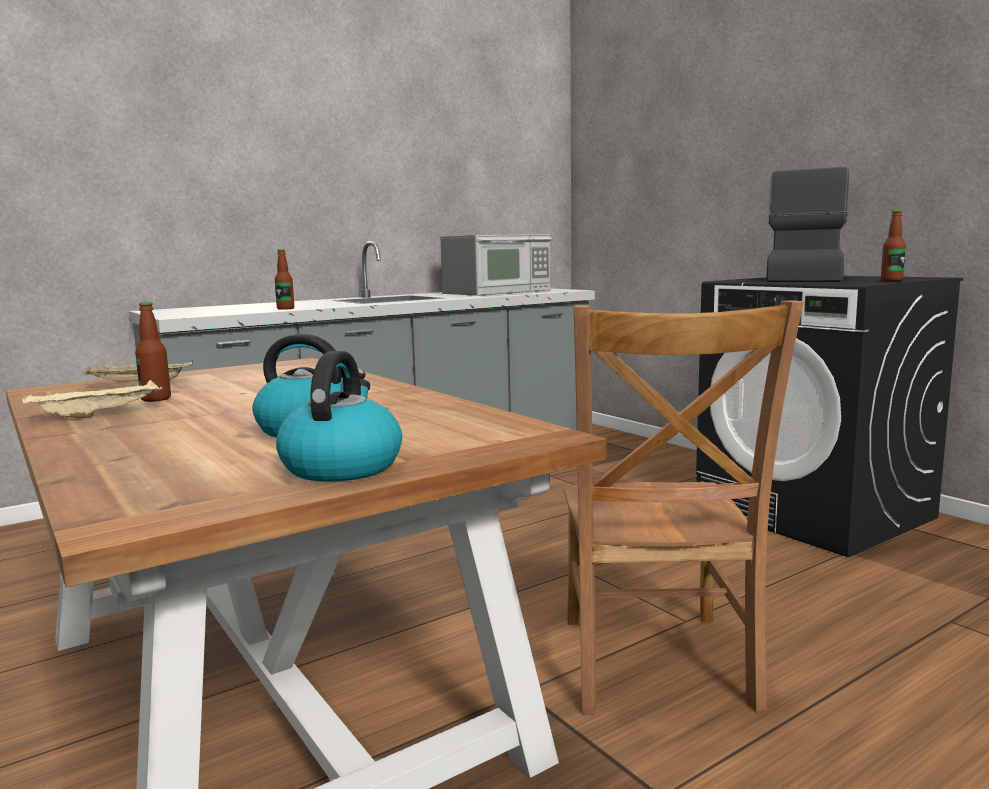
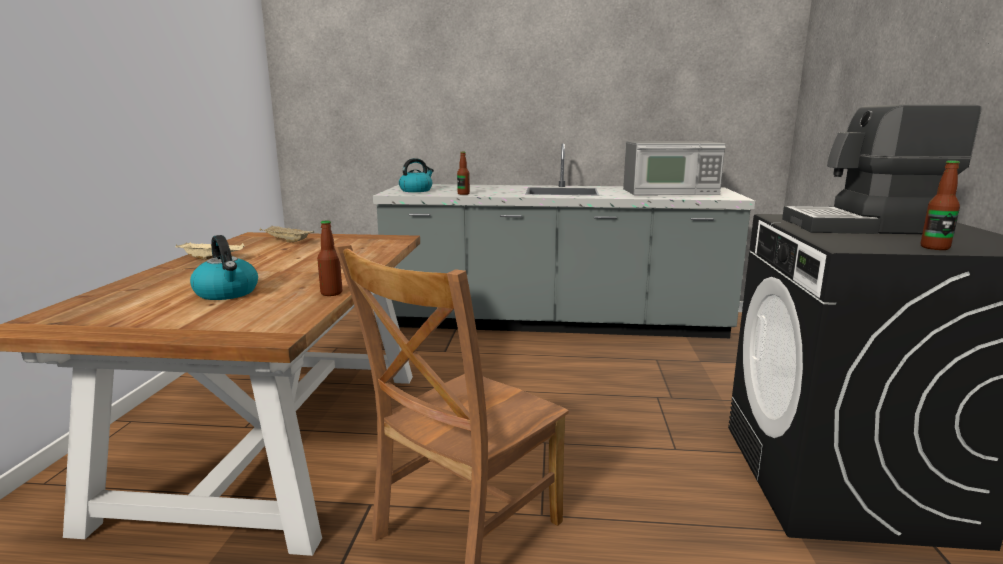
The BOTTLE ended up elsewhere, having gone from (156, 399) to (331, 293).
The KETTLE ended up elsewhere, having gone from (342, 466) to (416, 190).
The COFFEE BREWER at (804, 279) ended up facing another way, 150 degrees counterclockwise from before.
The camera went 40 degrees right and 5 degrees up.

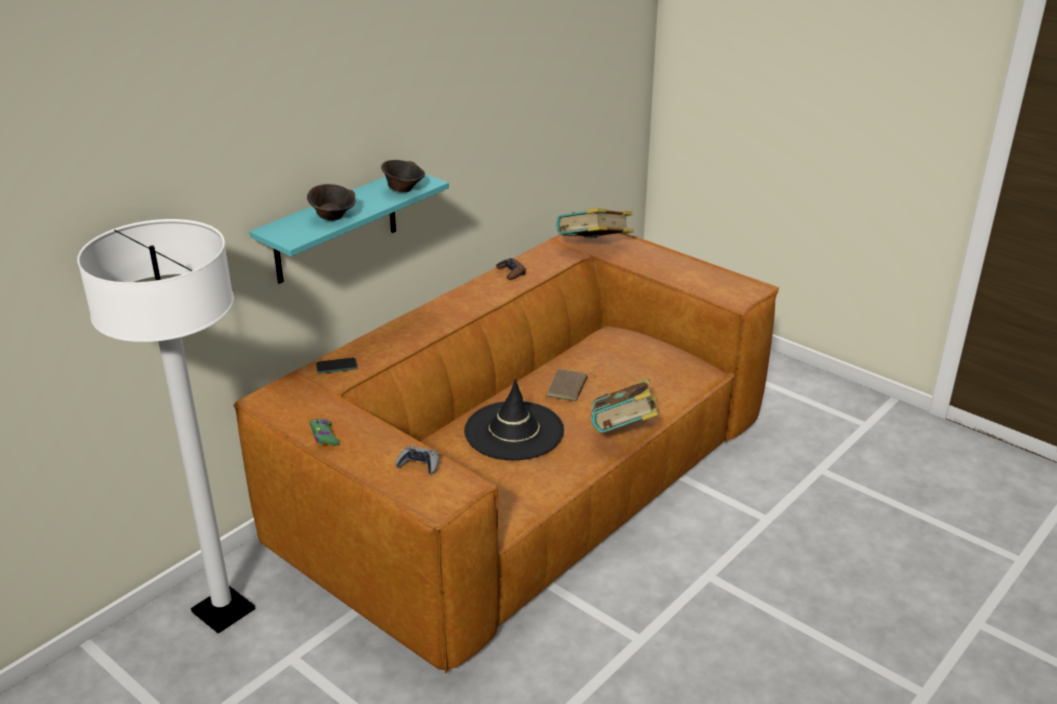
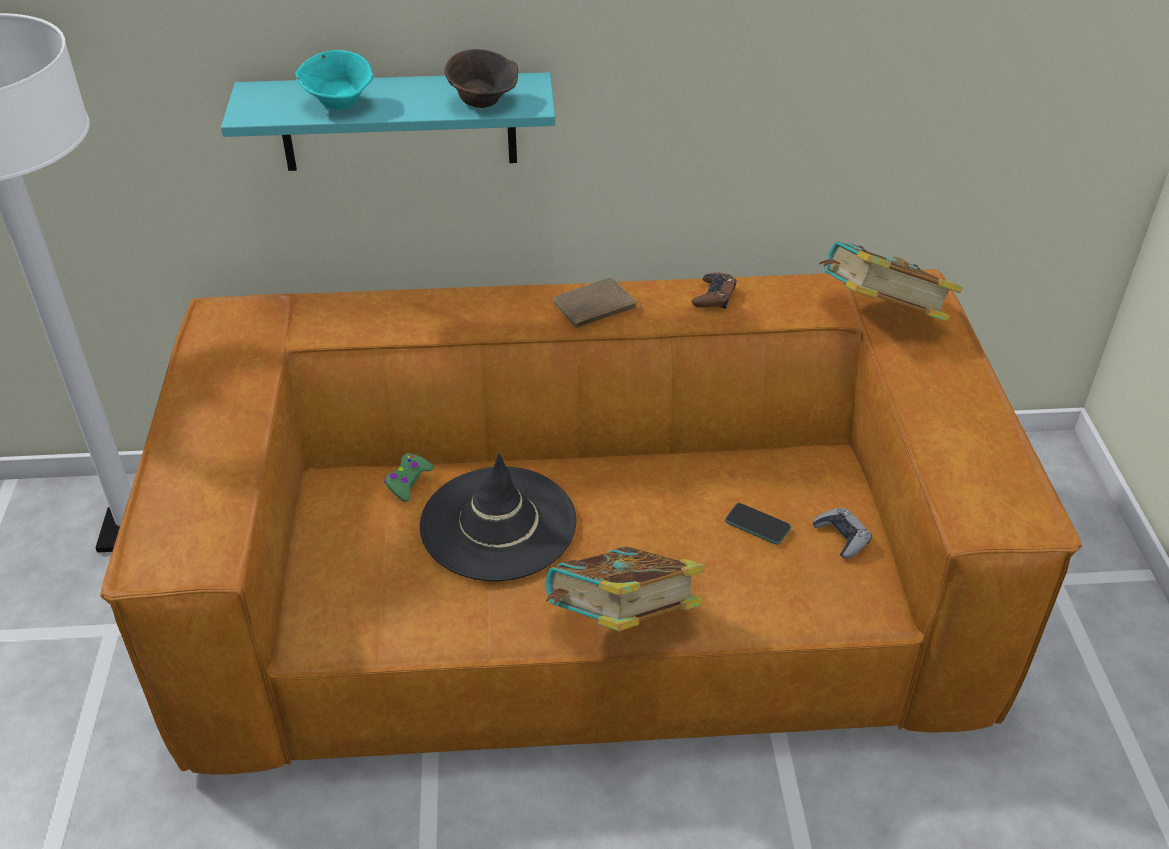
What was the BROWNISH DEEP DISH at (333, 217) turned into the BLUE-GREEN DEEP DISH at (340, 104).
The GREEN GAMEPAD ended up elsewhere, having gone from (324, 436) to (408, 481).
The PHONE ended up elsewhere, having gone from (336, 366) to (757, 525).
The GRAY GAMEPAD ended up elsewhere, having gone from (419, 464) to (842, 536).
The BROWNISH BOOK ended up elsewhere, having gone from (568, 388) to (595, 308).
The camera went 45 degrees right and 10 degrees up.

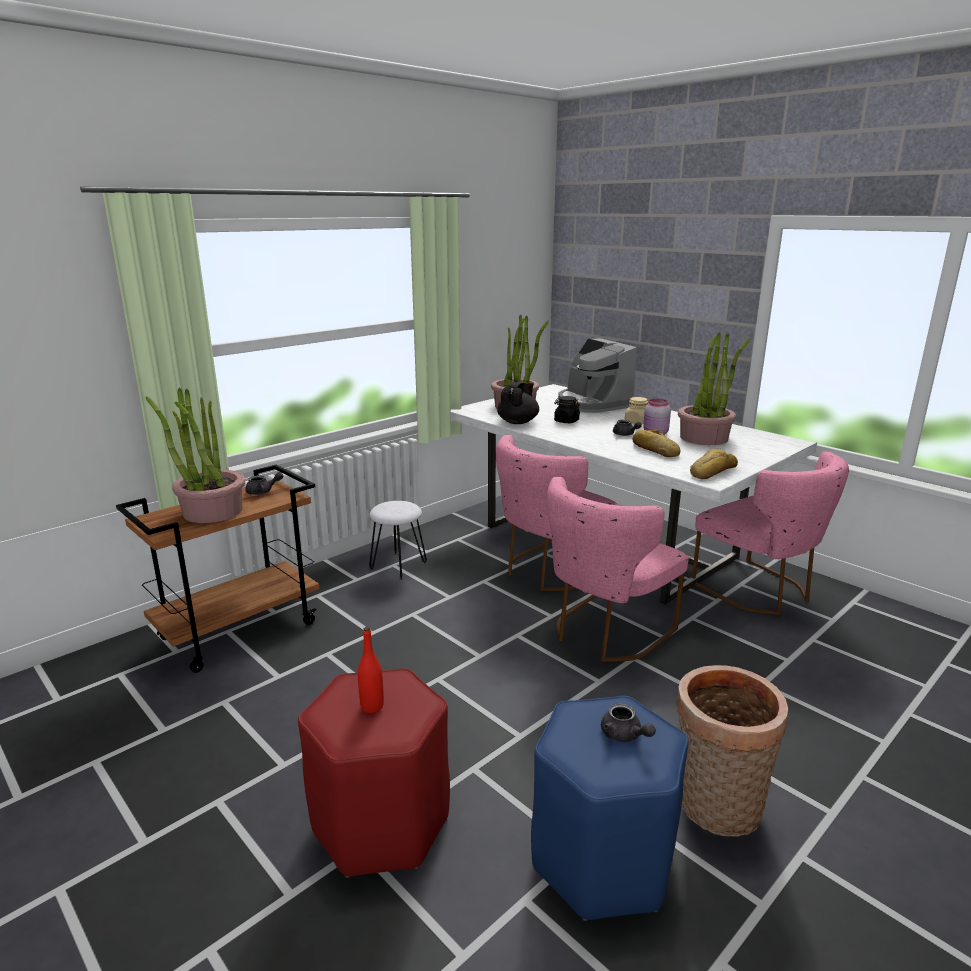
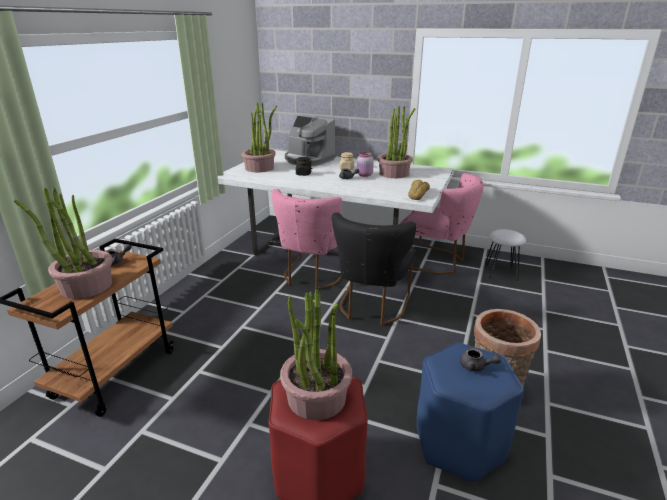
Where the RED BOTTLE stood at (372, 706), the HOUSEPLANT came to stand at (316, 398).
The WHITISH SITTING STOOL ended up elsewhere, having gone from (398, 565) to (500, 273).
The second view lost the BLACK TEAPOT at (518, 422).
What was the PINKISH UPRIGHT CHAIR at (605, 633) turned into the BLACK UPRIGHT CHAIR at (371, 307).
The second view lost the BAKED BREAD at (654, 450).
The camera went 25 degrees left and 5 degrees up.

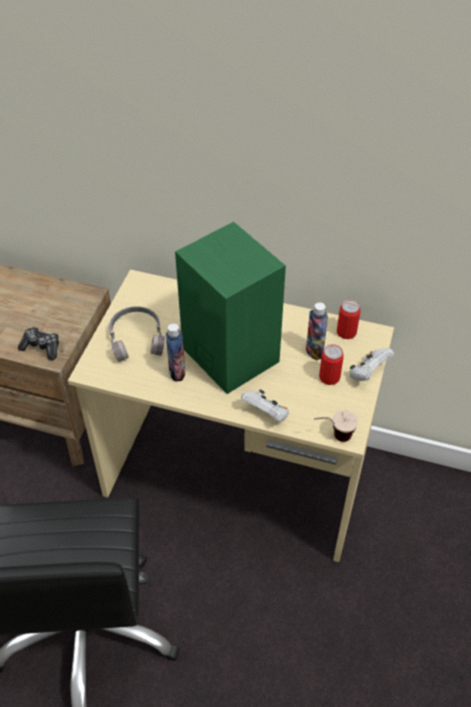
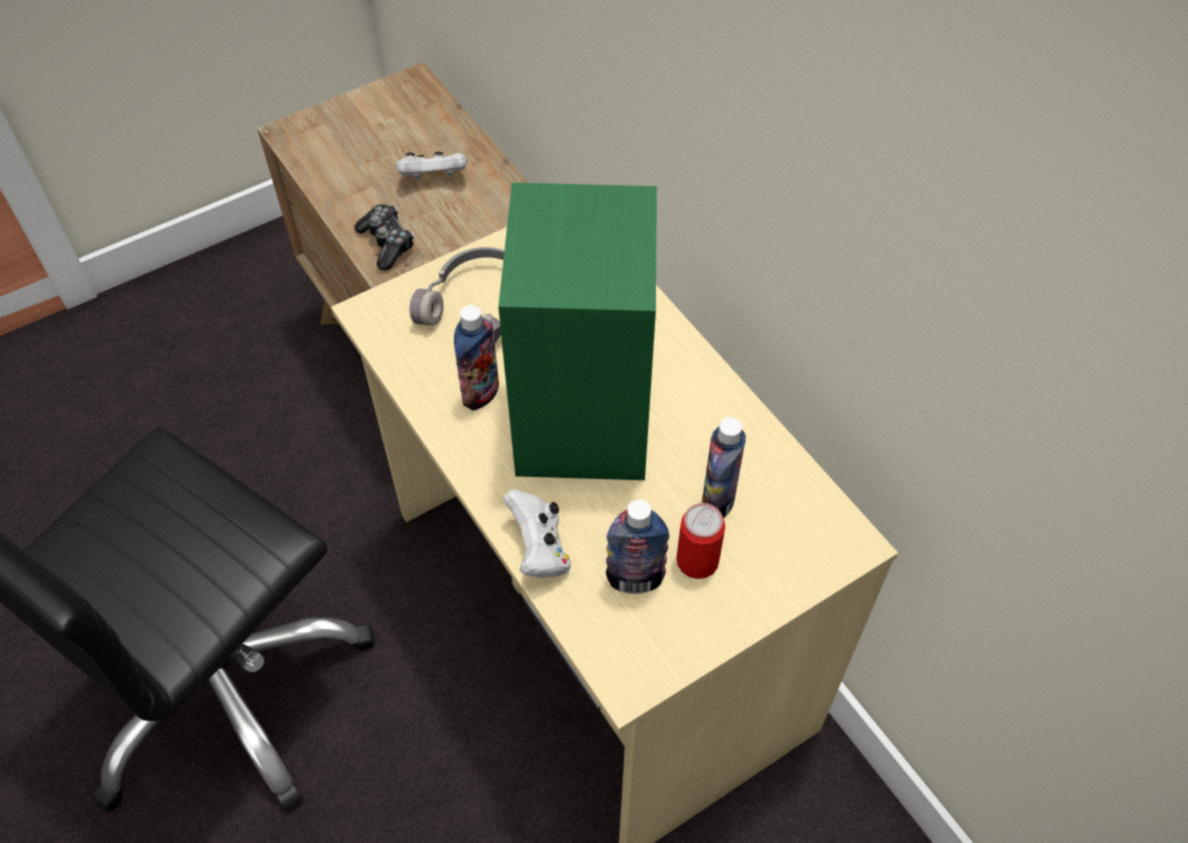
The second view lost the DRINKING CUP at (332, 437).
The second view lost the METAL CAN at (346, 332).
The WHITISH GAMEPAD ended up elsewhere, having gone from (368, 373) to (434, 179).
The second view gained the BOTTLE at (635, 579).
The camera went 40 degrees right and 5 degrees up.

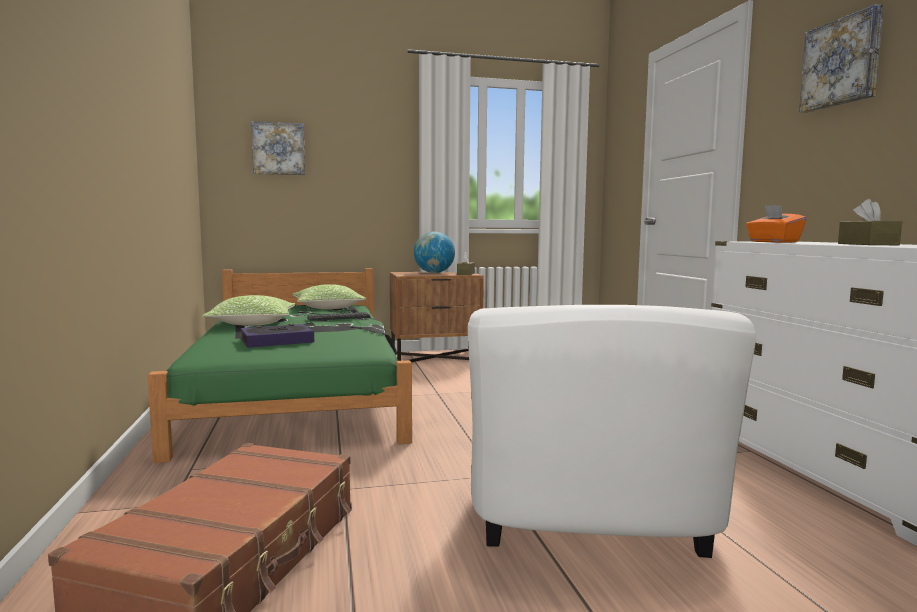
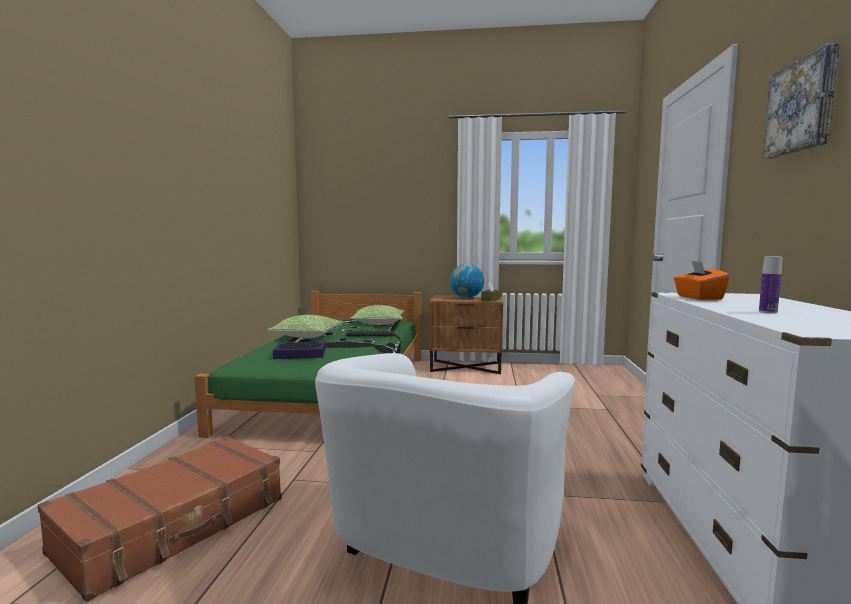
The second view lost the WALL PICTURE at (278, 149).
Where the BROWNISH TISSUE HOLDER stood at (867, 244), the BOTTLE came to stand at (768, 312).
The camera went 20 degrees right and 0 degrees up.

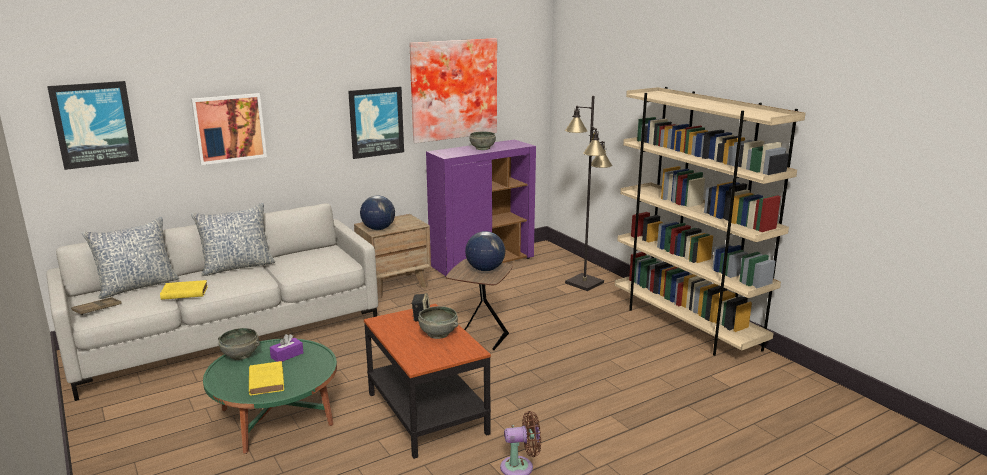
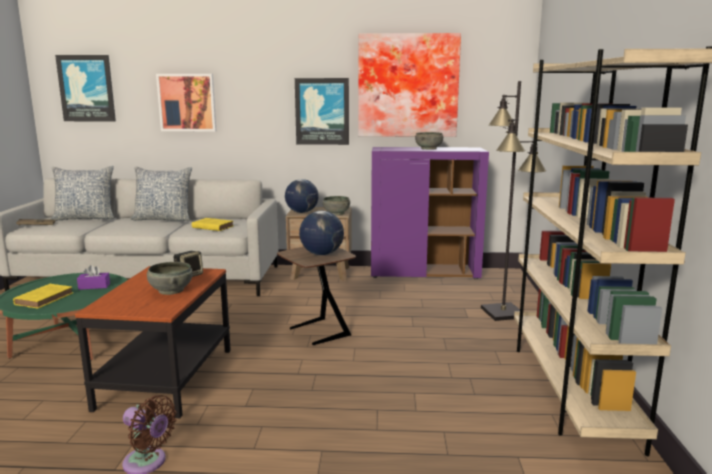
The YELLOWISH BOOK ended up elsewhere, having gone from (183, 293) to (212, 227).
The GRAY DEEP DISH ended up elsewhere, having gone from (241, 354) to (337, 213).
The camera went 35 degrees right and 5 degrees down.

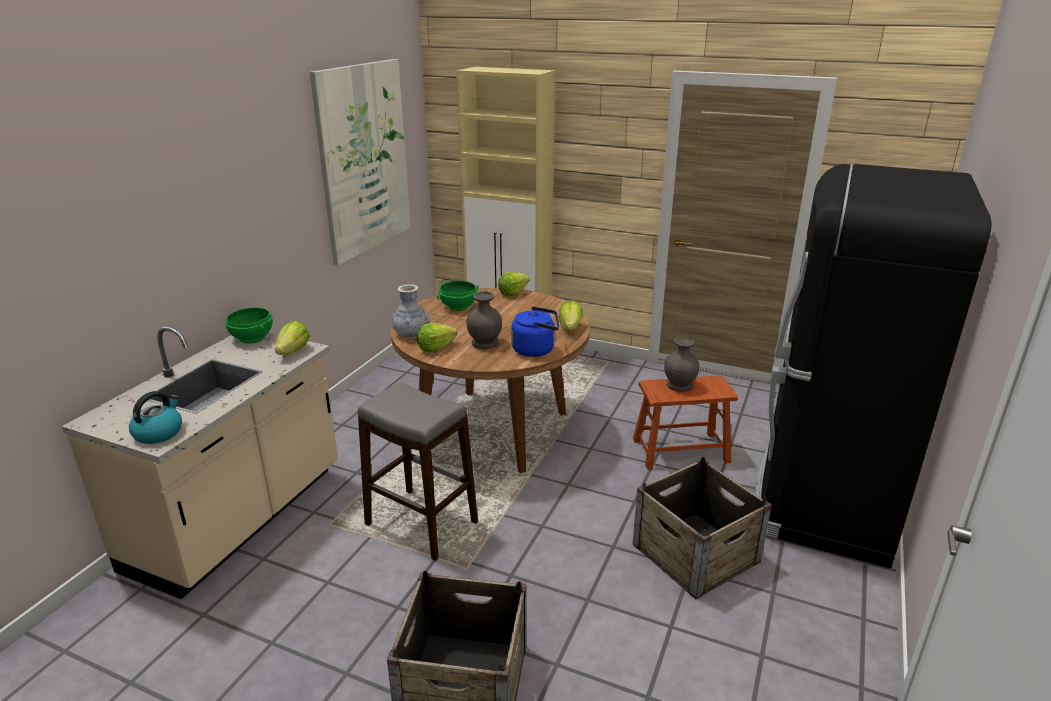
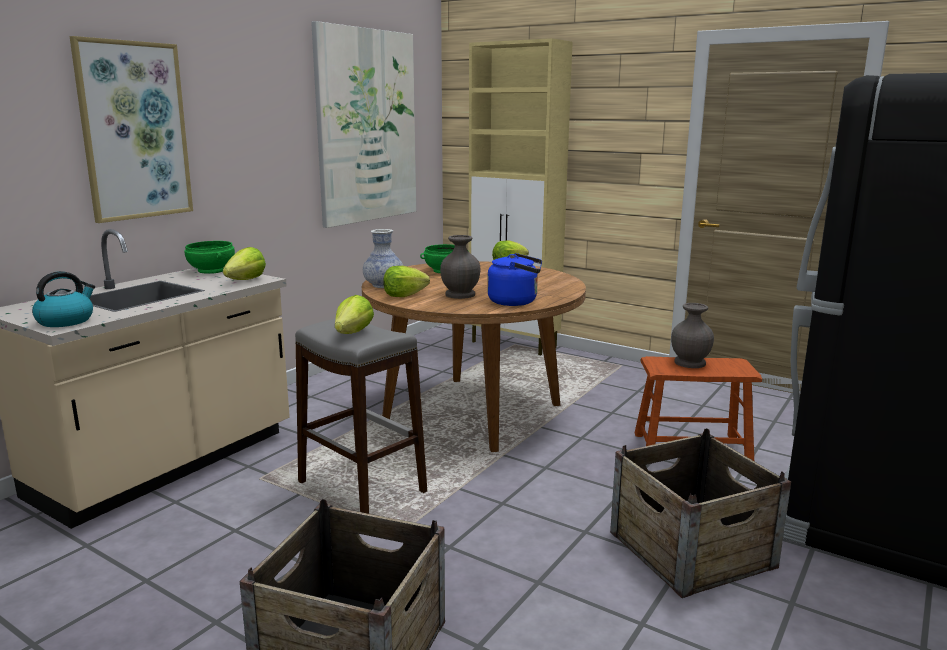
The LETTUCE HEAD ended up elsewhere, having gone from (570, 328) to (353, 333).
The second view gained the WALL PICTURE at (134, 131).
The camera went 10 degrees right and 10 degrees down.

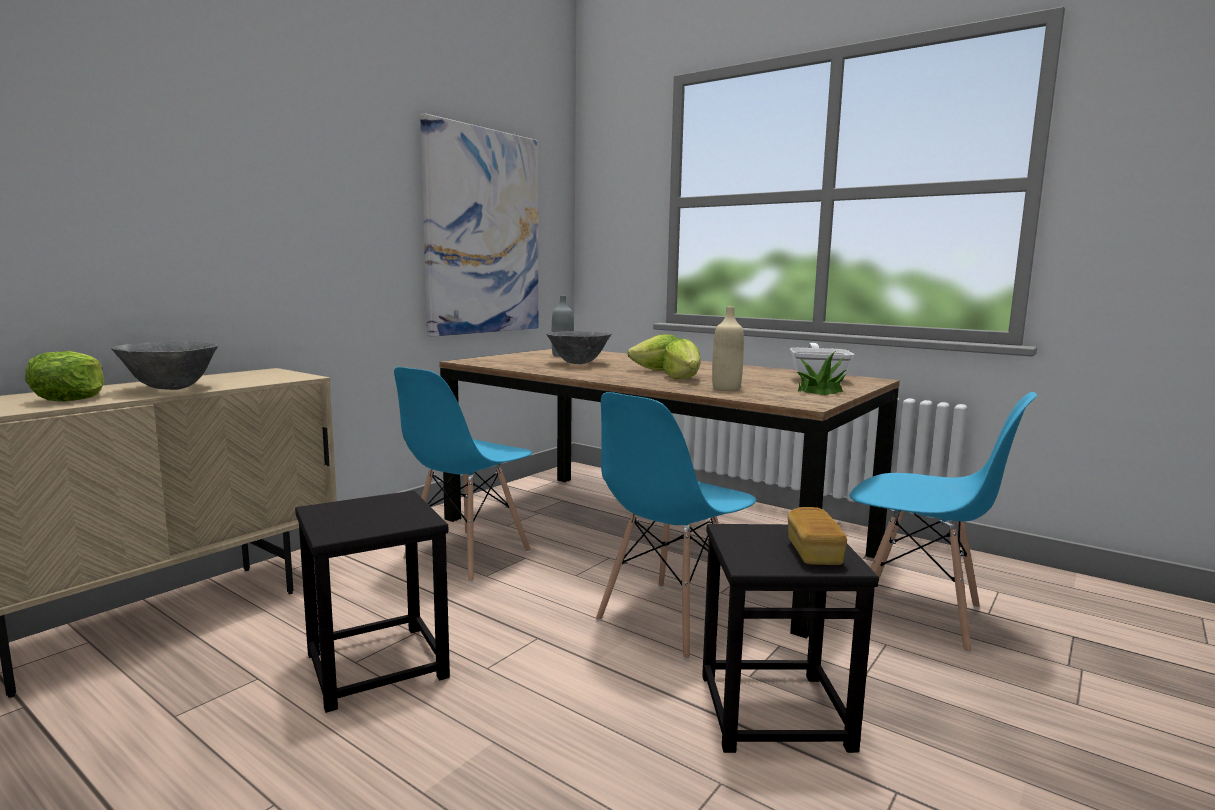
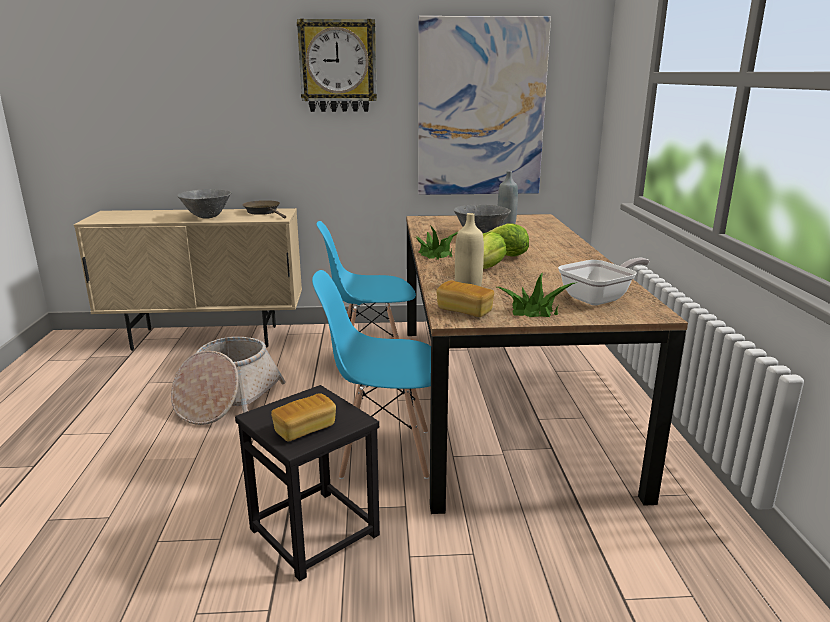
The second view lost the LETTUCE HEAD at (71, 398).
Where the BLACK SITTING STOOL stood at (376, 666), the BASKET came to stand at (227, 399).
The second view lost the BLUE UPRIGHT CHAIR at (918, 615).
The second view gained the BROWNISH SKILLET at (264, 212).
The second view gained the HANGING CLOCK at (338, 66).
The second view gained the HOUSEPLANT at (435, 254).
The second view gained the BAKED BREAD at (464, 311).
The camera went 50 degrees right and 10 degrees up.

